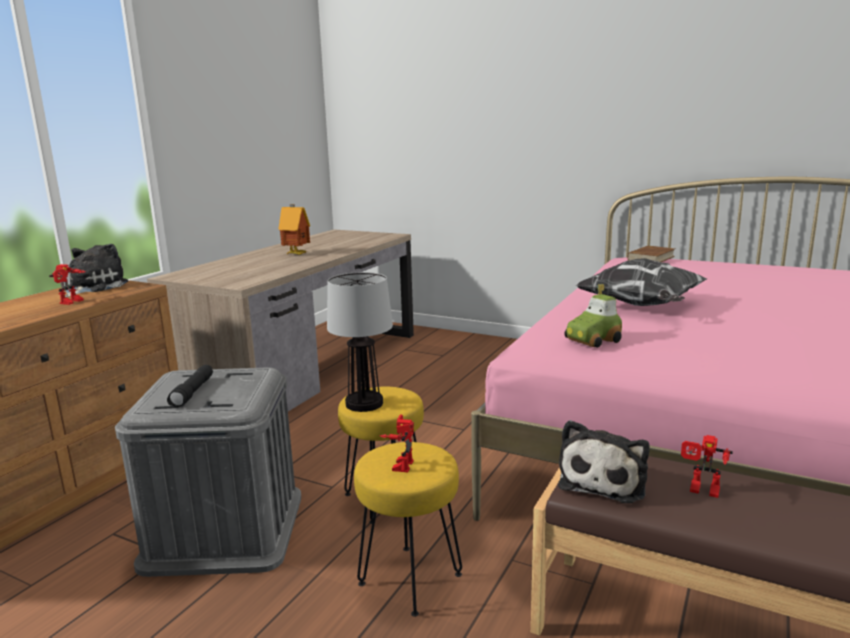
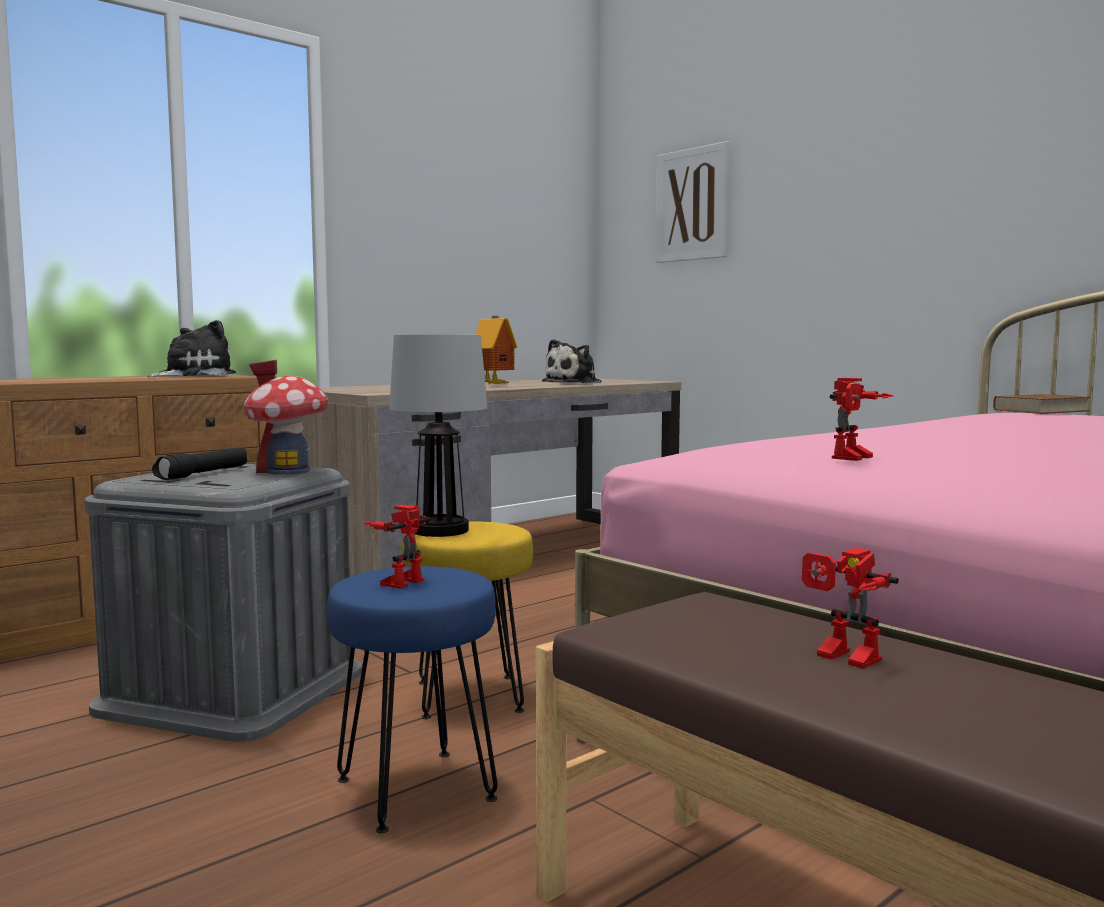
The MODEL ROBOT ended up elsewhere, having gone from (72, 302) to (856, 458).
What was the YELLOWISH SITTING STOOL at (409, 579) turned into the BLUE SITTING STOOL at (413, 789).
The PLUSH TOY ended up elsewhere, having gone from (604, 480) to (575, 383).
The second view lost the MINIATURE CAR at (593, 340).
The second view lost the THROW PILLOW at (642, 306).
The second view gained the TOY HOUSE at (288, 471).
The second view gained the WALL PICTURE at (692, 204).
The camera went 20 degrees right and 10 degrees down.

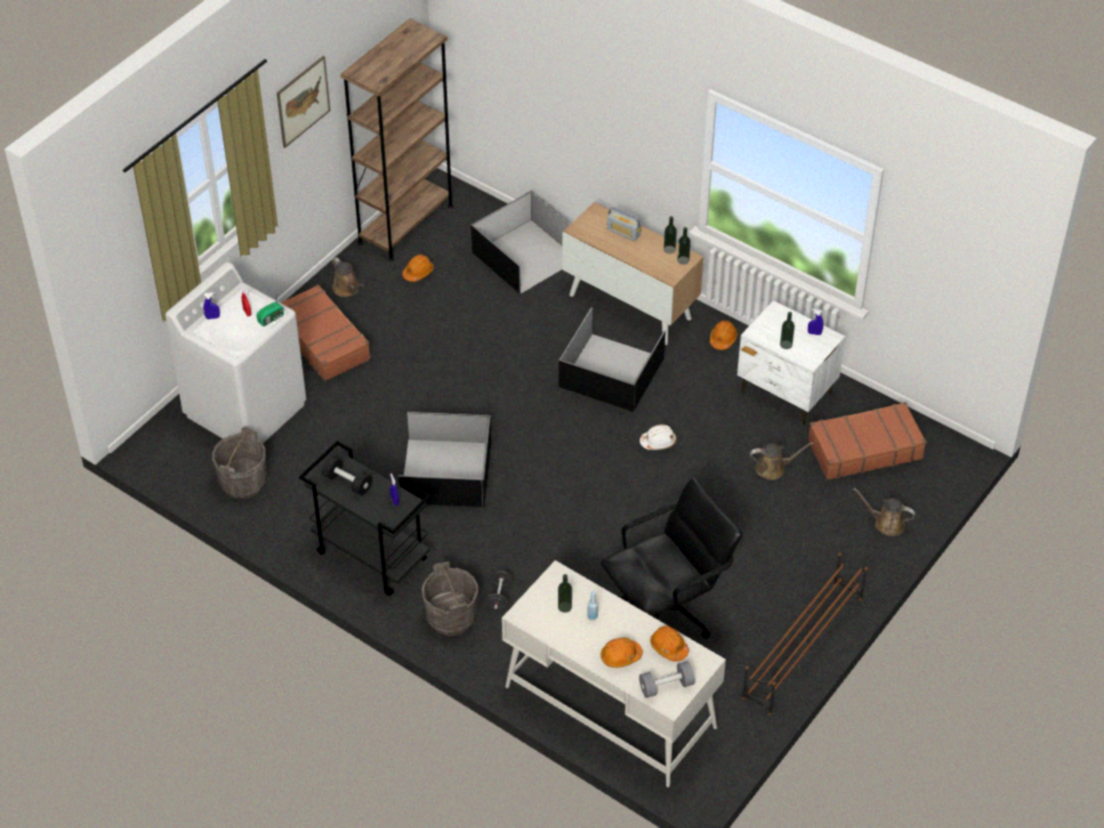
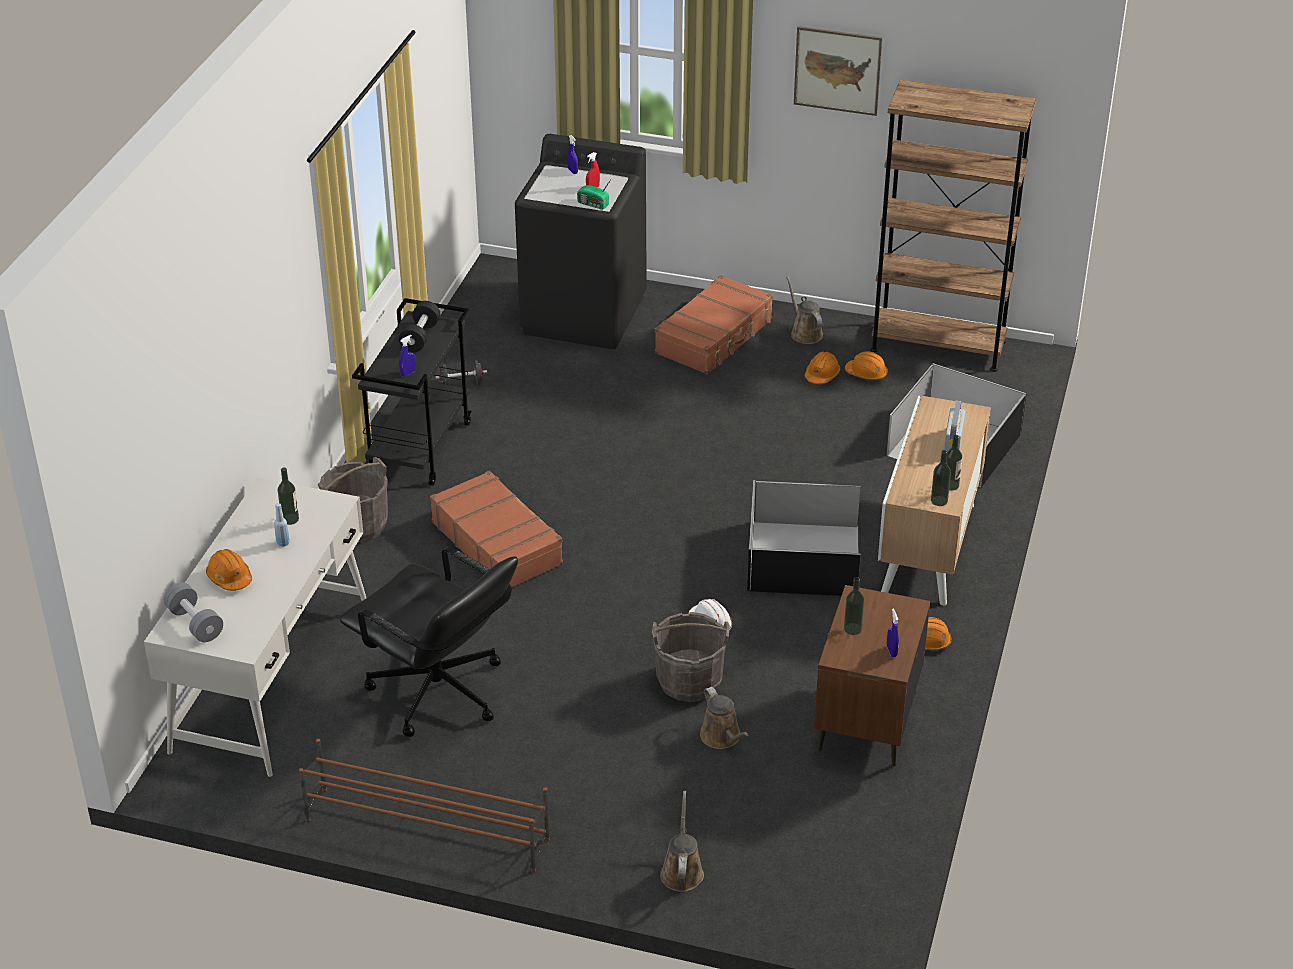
What was the WHITISH LAUNDRY MACHINE at (246, 409) turned into the BLACK LAUNDRY MACHINE at (584, 315).
The GRAY WATER BUCKET ended up elsewhere, having gone from (243, 482) to (689, 681).
The BROWNISH WATERING CAN at (347, 289) ended up facing another way, 120 degrees clockwise from before.
The second view lost the BLACK STORAGE BIN at (446, 471).
The BLACK FREE WEIGHT ended up elsewhere, having gone from (499, 596) to (461, 384).
The ORANGEY HARD HAT ended up elsewhere, having gone from (668, 647) to (822, 375).
What was the WHITISH BEDSIDE TABLE at (786, 393) turned into the BROWNISH BEDSIDE TABLE at (866, 722).
The BROWNISH PIECE OF LUGGAGE ended up elsewhere, having gone from (864, 449) to (497, 543).
The camera went 70 degrees right and 10 degrees down.

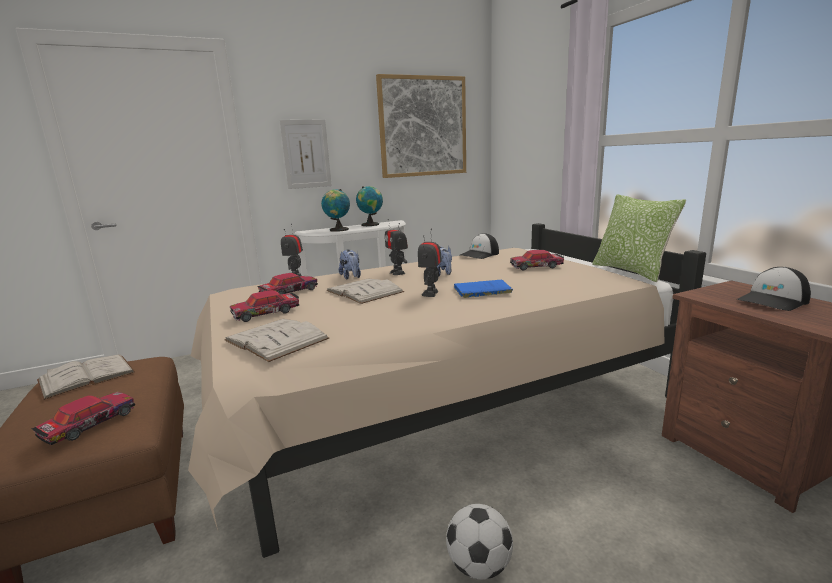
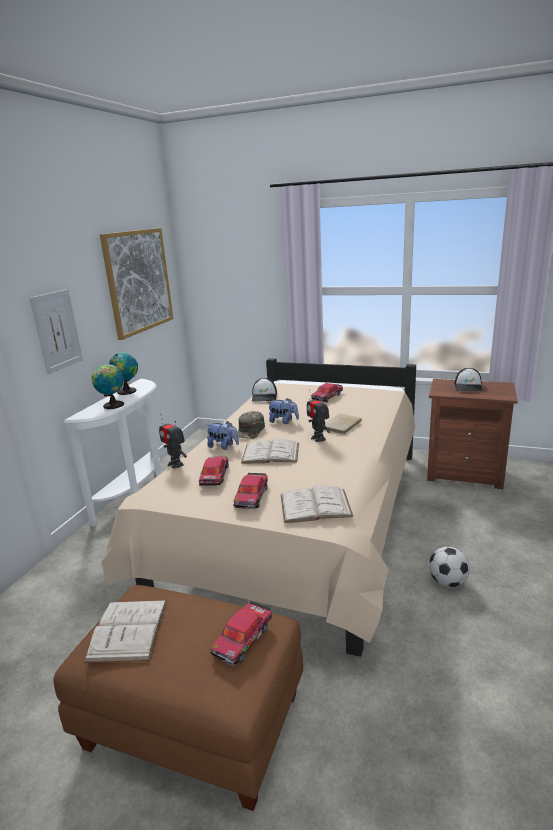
The MINIATURE CAR at (88, 425) ended up facing another way, 135 degrees counterclockwise from before.
Where the MODEL ROBOT stood at (397, 273), the GREEN PEAKED CAP came to stand at (250, 431).
What was the BLUE BOOK at (480, 291) turned into the BEIGE-COLOURED BOOK at (341, 426).
The second view lost the THROW PILLOW at (630, 271).
The camera went 45 degrees left and 5 degrees up.

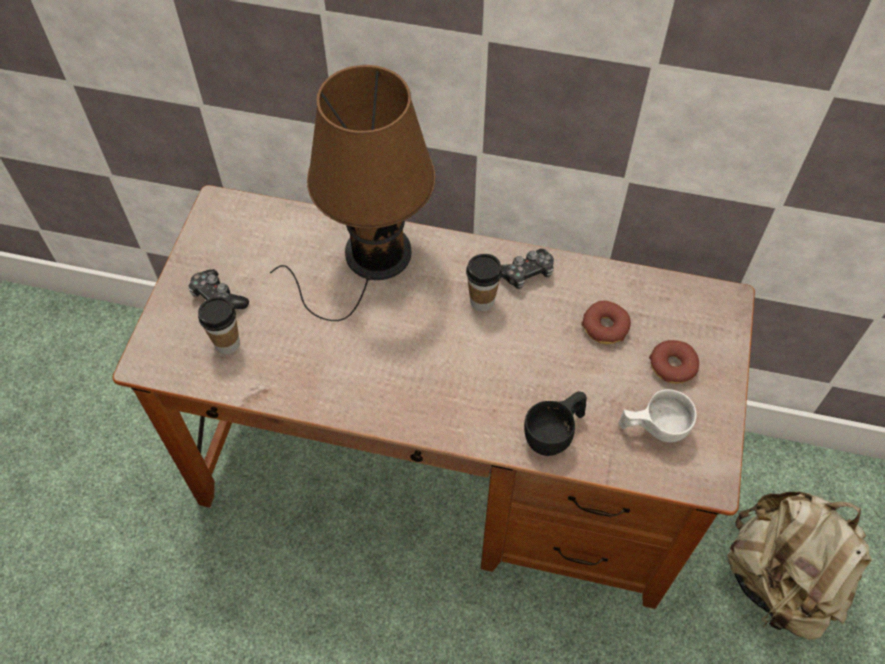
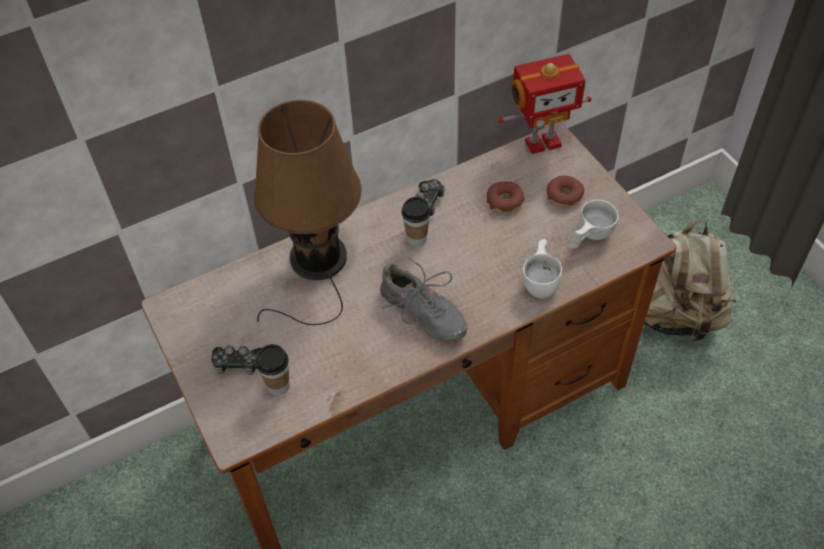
What was the BLACK DRINKING CUP at (555, 434) turned into the WHITISH DRINKING CUP at (541, 280).
The second view gained the GRAY SHOE at (422, 313).
The second view gained the MODEL ROBOT at (542, 141).
The camera went 40 degrees left and 5 degrees down.

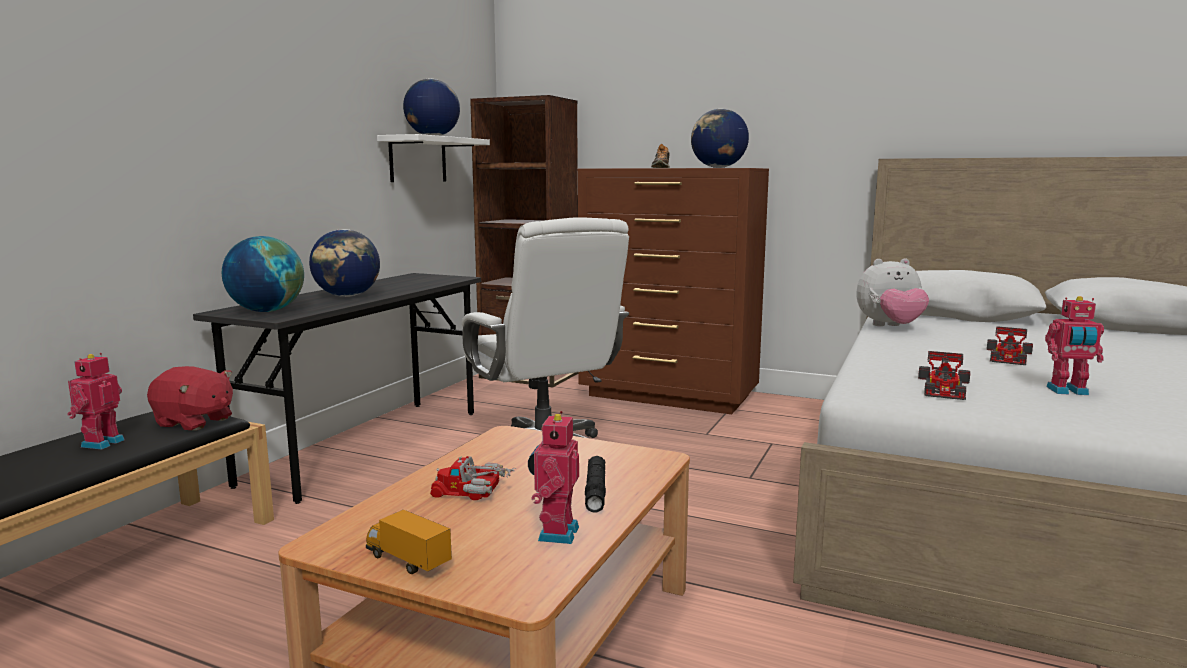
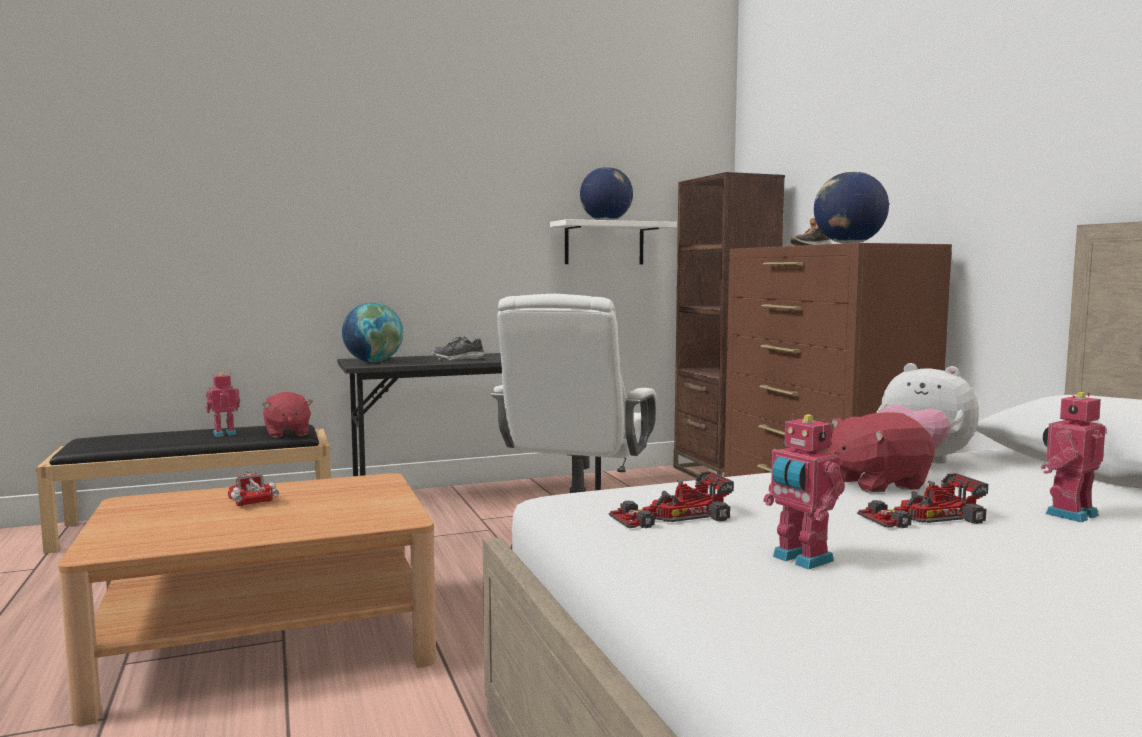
Where the GLOBE stood at (347, 296), the SHOE came to stand at (458, 359).
The second view lost the MODEL TRUCK at (408, 562).
The MODEL ROBOT ended up elsewhere, having gone from (555, 533) to (1068, 514).
The second view lost the BLACK HAND TORCH at (595, 491).
The second view gained the RED PLUSH TOY at (876, 484).
The camera went 45 degrees right and 5 degrees down.

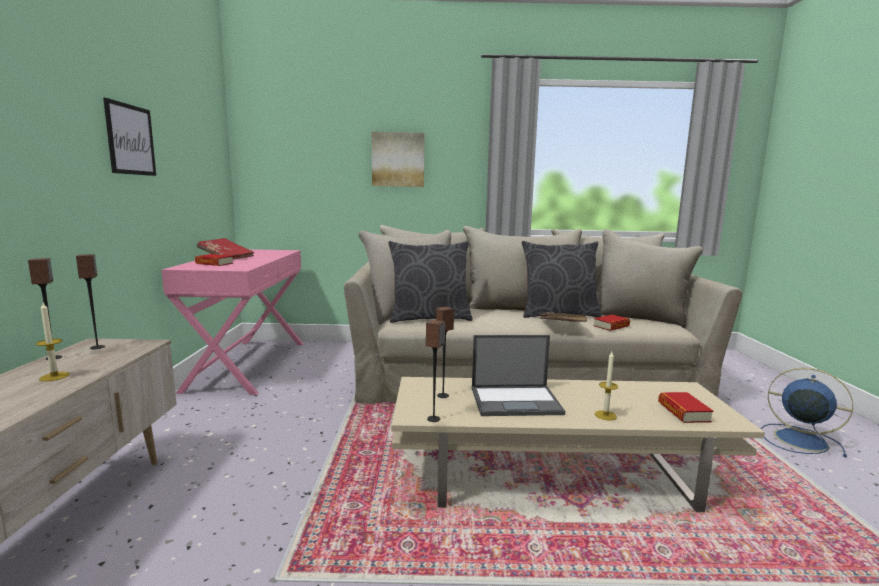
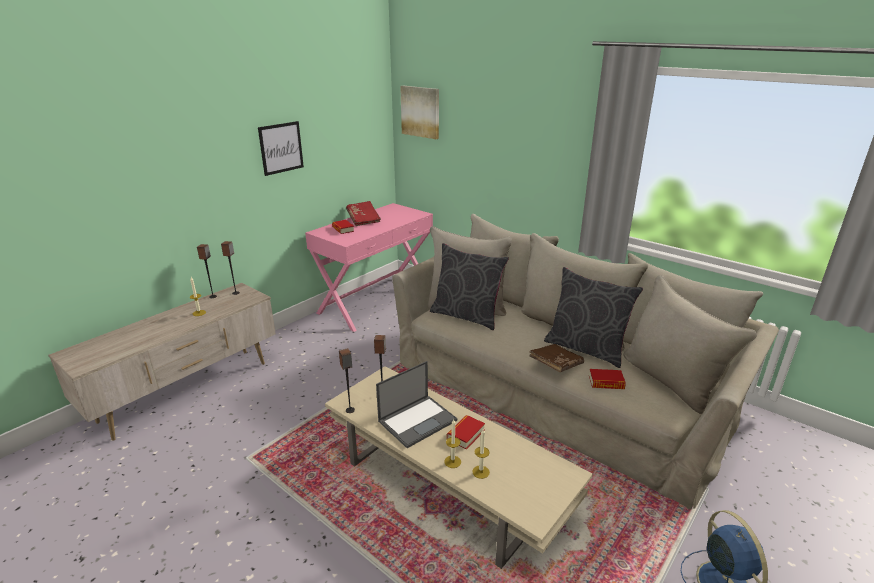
The WALL PICTURE ended up elsewhere, having gone from (398, 159) to (421, 112).
The NOTEBOOK COMPUTER at (516, 401) ended up facing another way, 75 degrees counterclockwise from before.
The BOOK ended up elsewhere, having gone from (683, 412) to (465, 435).
The second view gained the WAX LIGHT at (481, 472).
The camera went 40 degrees right and 15 degrees up.

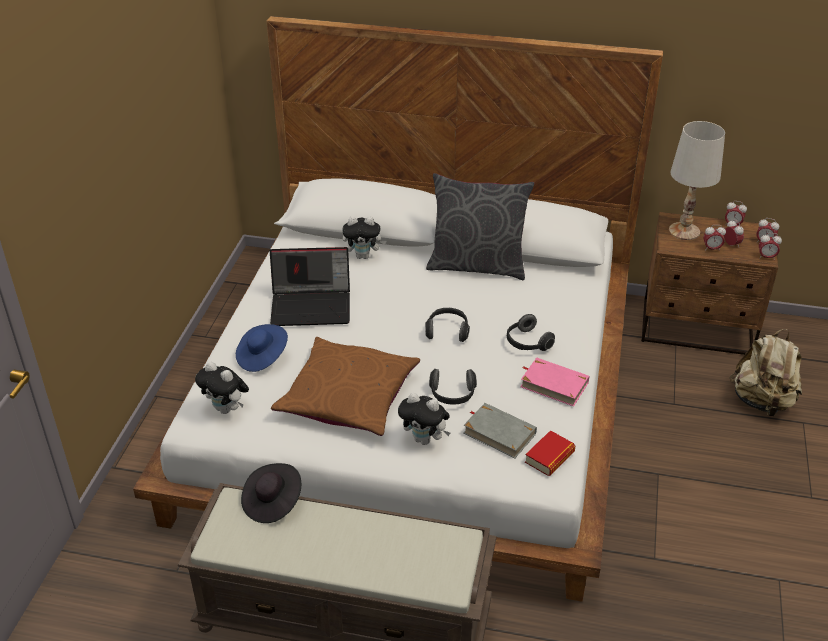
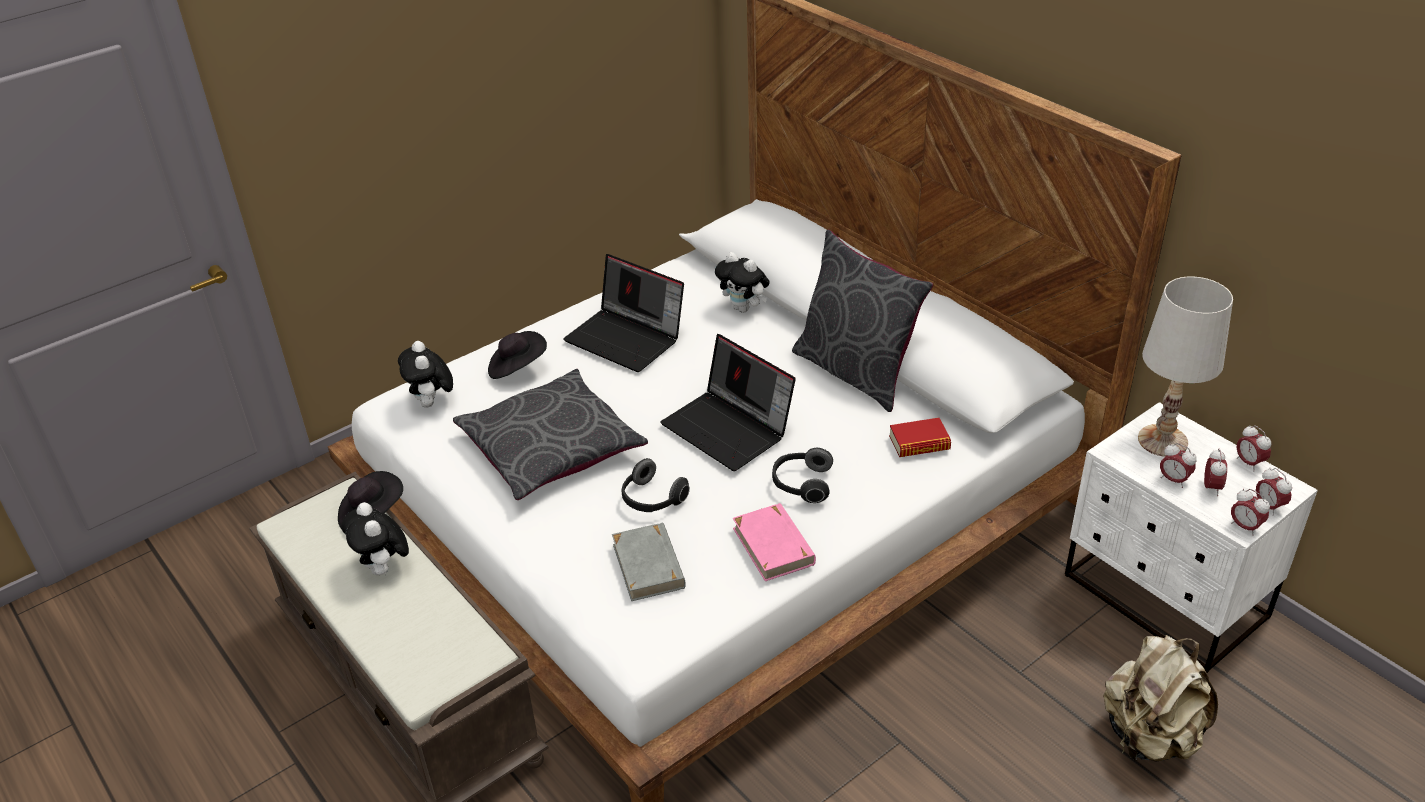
What was the BLUE HAT at (262, 357) turned into the BLACK HAT at (517, 368).
What was the BROWNISH THROW PILLOW at (348, 396) turned into the GRAY THROW PILLOW at (551, 447).
The PLUSH TOY ended up elsewhere, having gone from (425, 439) to (384, 569).
Where the PAIR OF HEADPHONES stood at (447, 331), the NOTEBOOK COMPUTER came to stand at (729, 429).
The BOOK ended up elsewhere, having gone from (549, 457) to (919, 443).
What was the BROWNISH BEDSIDE TABLE at (697, 329) turned into the WHITISH BEDSIDE TABLE at (1165, 598).
The camera went 40 degrees right and 0 degrees up.

